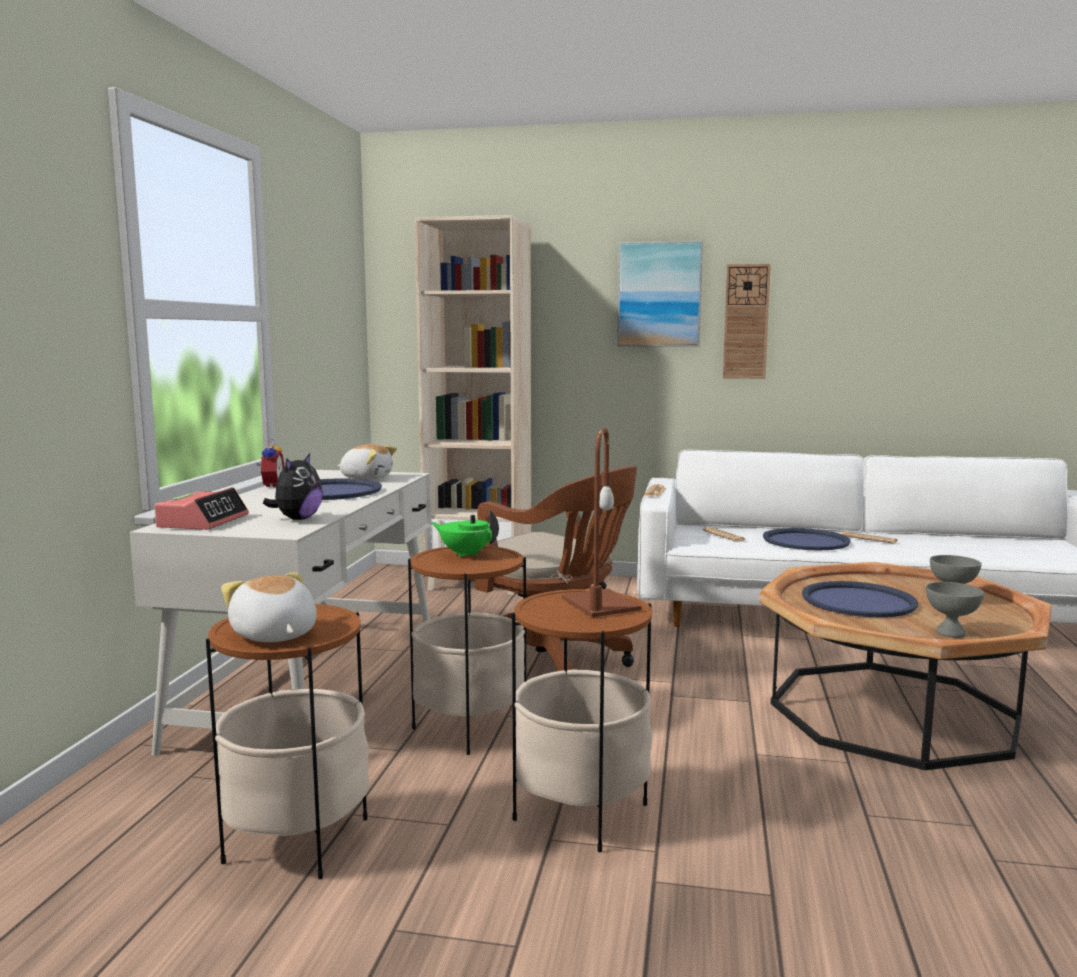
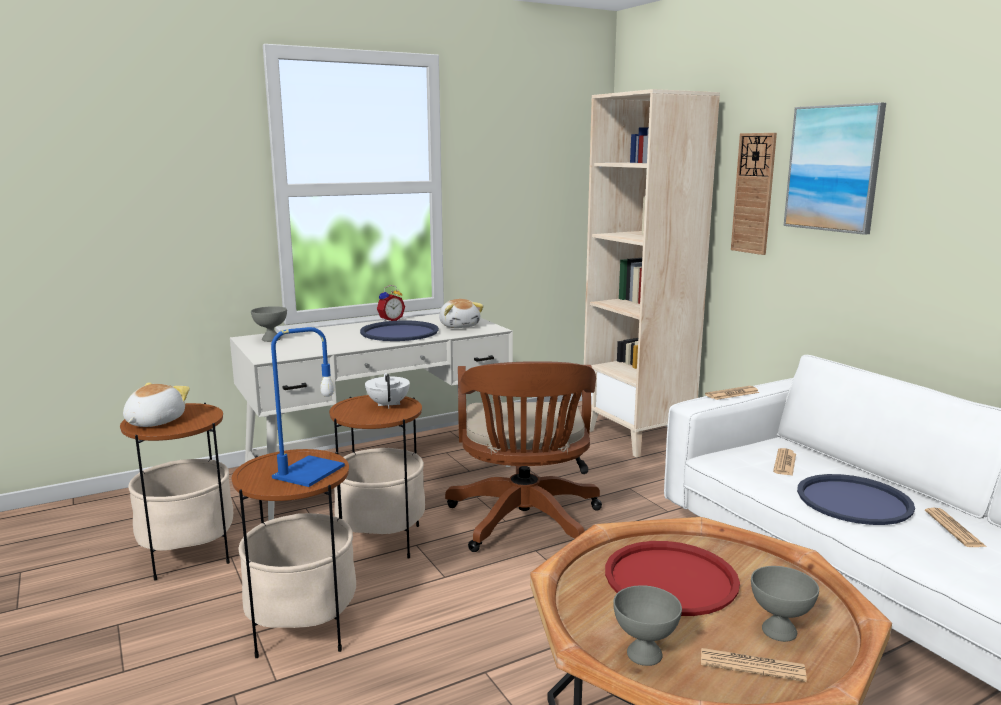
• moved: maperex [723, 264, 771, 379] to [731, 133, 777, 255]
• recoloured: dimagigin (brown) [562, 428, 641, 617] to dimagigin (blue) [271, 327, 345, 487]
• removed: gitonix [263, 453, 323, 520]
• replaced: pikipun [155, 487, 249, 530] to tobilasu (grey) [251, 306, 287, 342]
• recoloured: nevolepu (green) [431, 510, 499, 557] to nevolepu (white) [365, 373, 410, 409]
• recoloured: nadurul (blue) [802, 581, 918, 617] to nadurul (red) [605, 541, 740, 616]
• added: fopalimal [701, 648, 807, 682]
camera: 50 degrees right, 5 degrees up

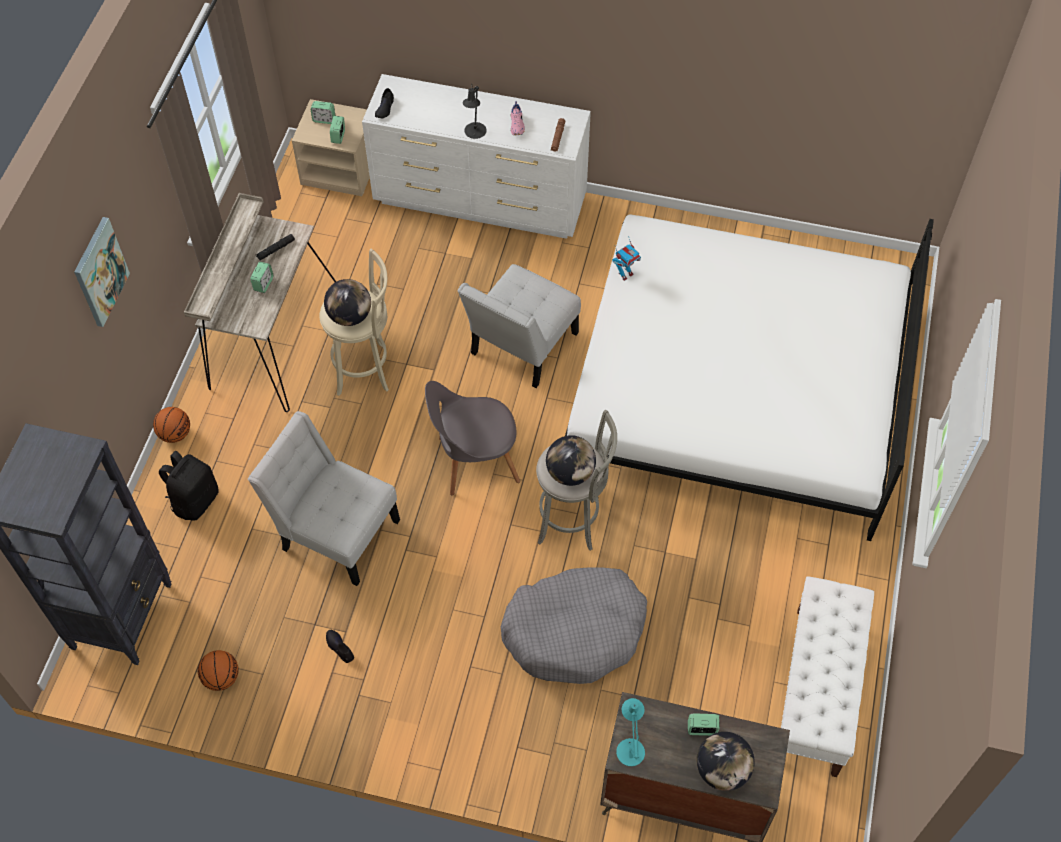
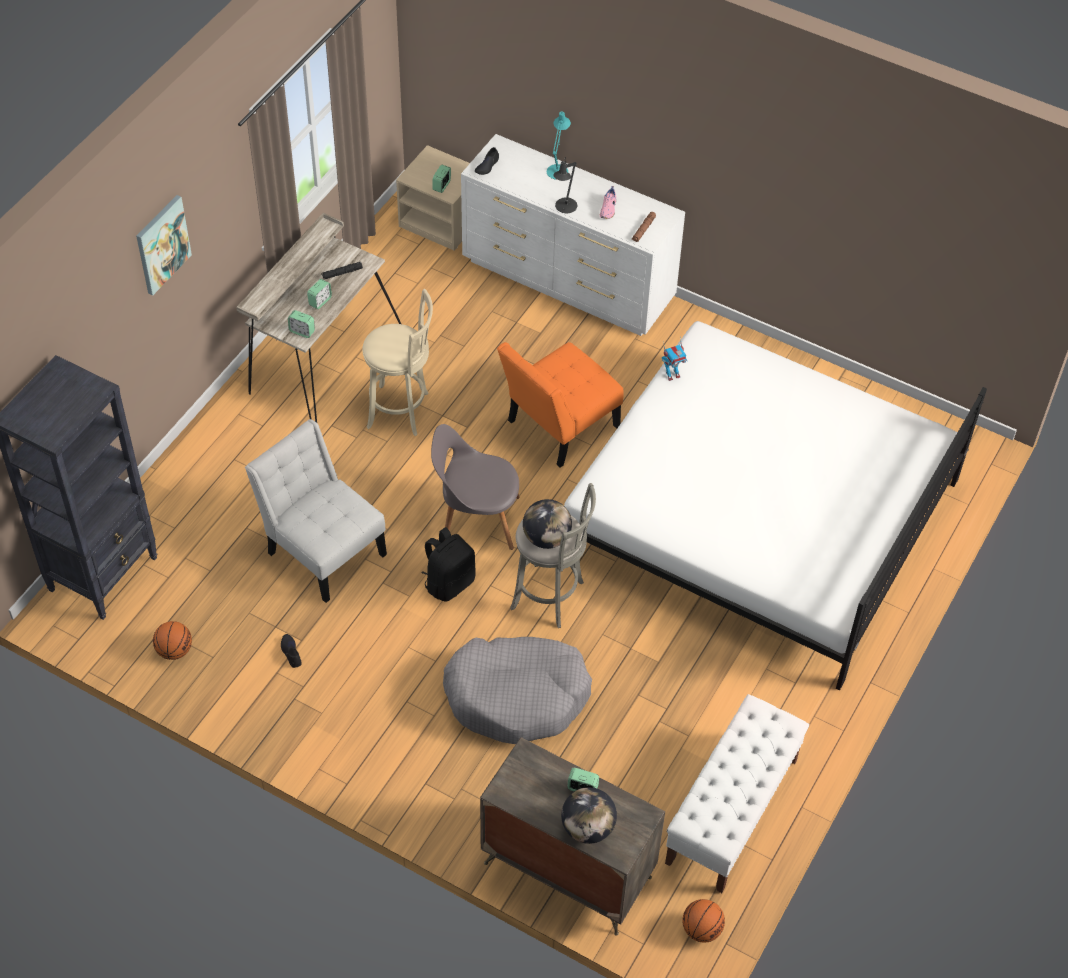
• moved: pikipun [311, 101, 335, 124] to [288, 310, 315, 338]
• recoloured: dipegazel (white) [458, 264, 581, 388] to dipegazel (orange) [497, 342, 624, 467]
• removed: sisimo [324, 279, 371, 326]
• moved: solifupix [153, 407, 190, 443] to [682, 899, 725, 942]
• moved: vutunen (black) [159, 451, 219, 520] to [421, 527, 476, 602]
• moved: dimagigin (turquoise) [616, 698, 645, 766] to [547, 111, 571, 180]
camera: 15 degrees right, 5 degrees down

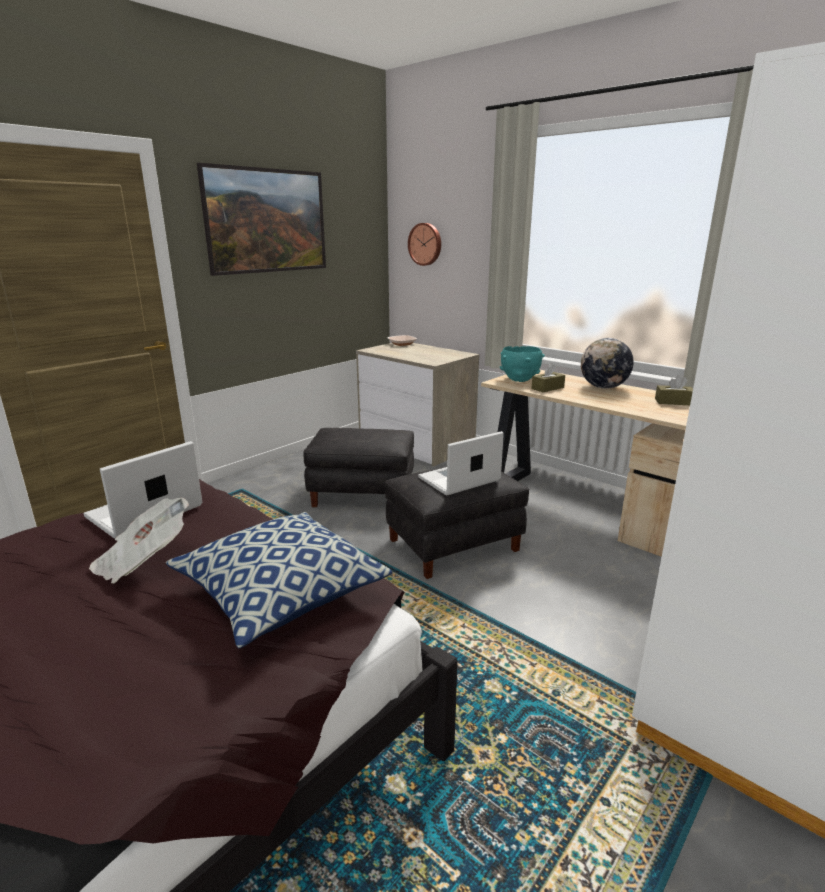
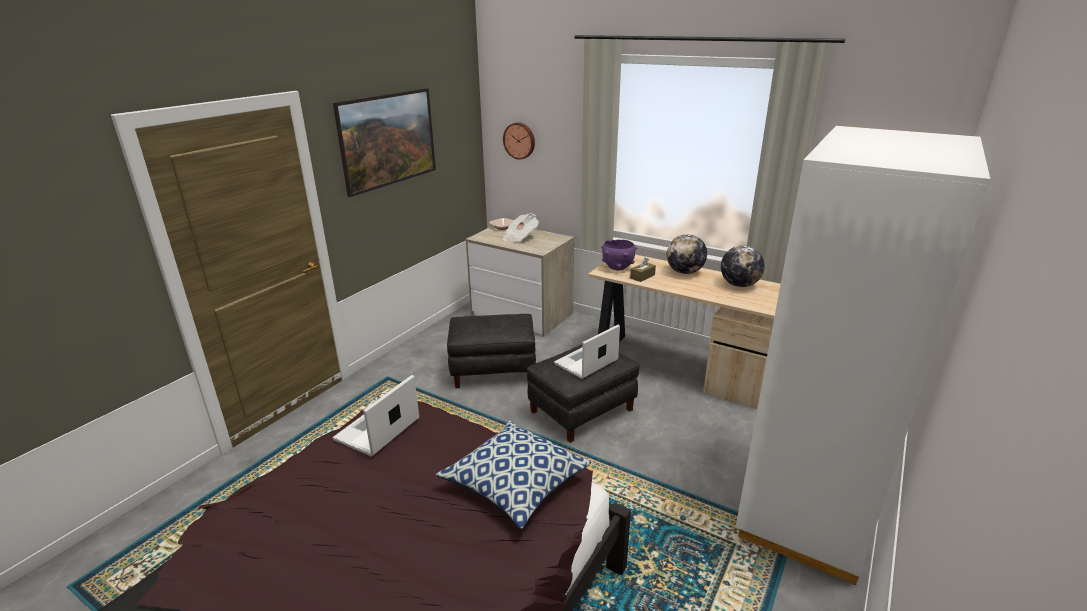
• recoloured: tobilasu (turquoise) [500, 346, 545, 382] to tobilasu (purple) [601, 240, 637, 271]
• replaced: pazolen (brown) [655, 375, 693, 405] to sisimo [721, 245, 765, 287]
• moved: fopalimal [89, 498, 189, 584] to [503, 213, 539, 242]
camera: 10 degrees left, 5 degrees up

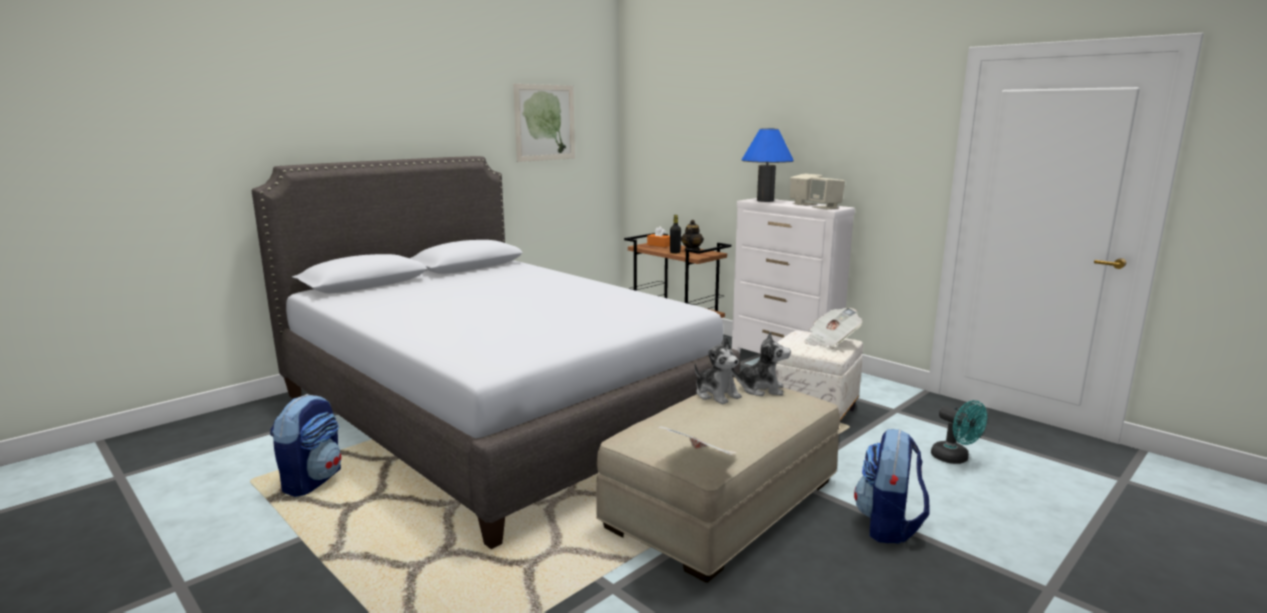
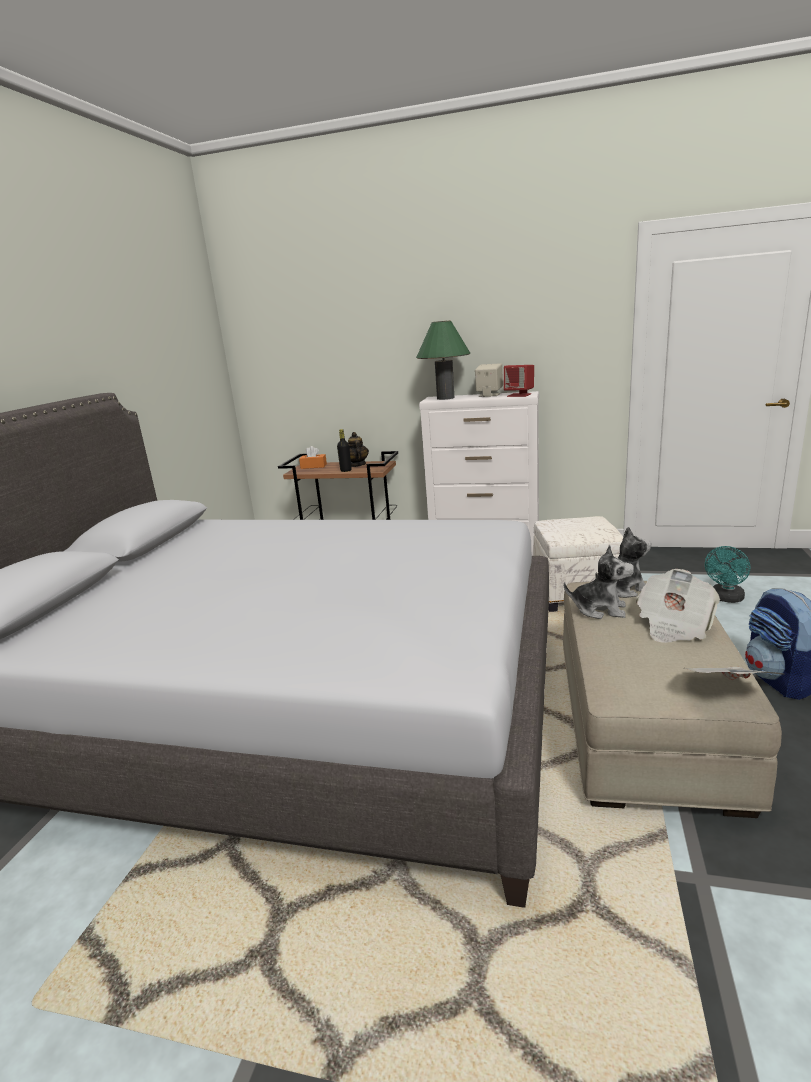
• removed: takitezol [513, 84, 575, 162]
• recoloured: dimagigin (blue) [742, 128, 794, 202] to dimagigin (green) [416, 320, 470, 400]
• recoloured: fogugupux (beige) [809, 177, 845, 210] to fogugupux (red) [504, 365, 534, 397]
• moved: fopalimal [804, 308, 862, 347] to [636, 569, 720, 643]
• removed: vutunen [270, 394, 341, 497]
• turned: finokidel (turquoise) [931, 400, 987, 464] = [705, 546, 750, 603] 105 degrees clockwise
camera: 30 degrees left, 5 degrees up

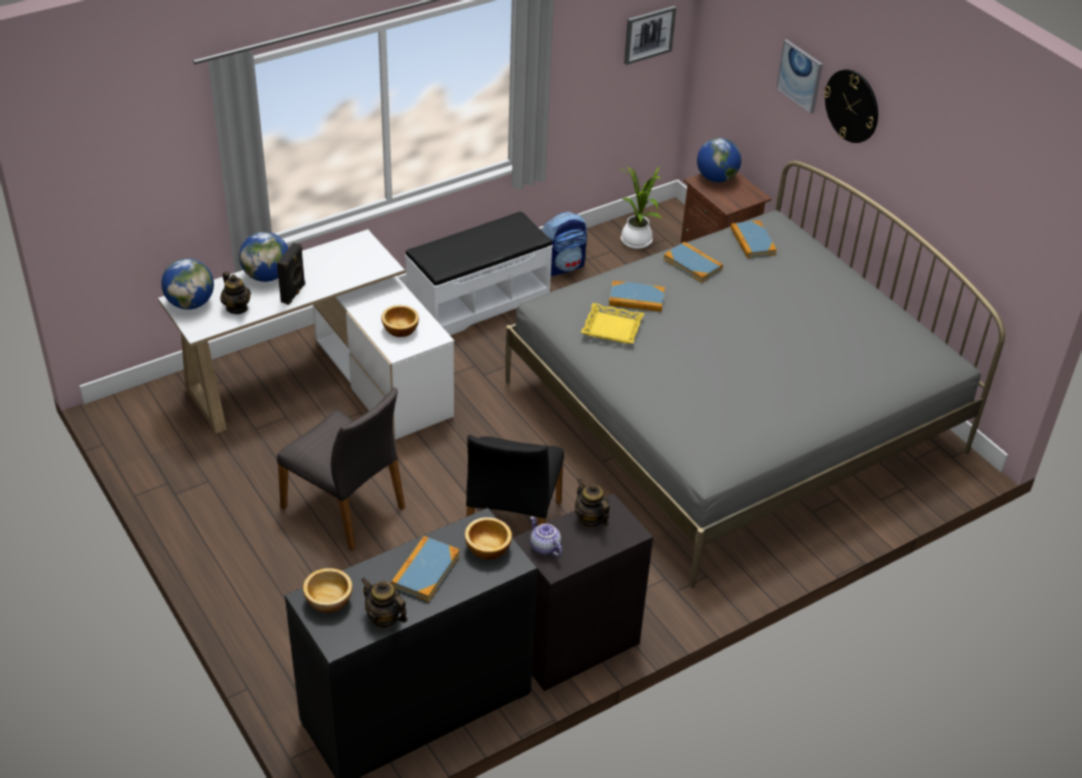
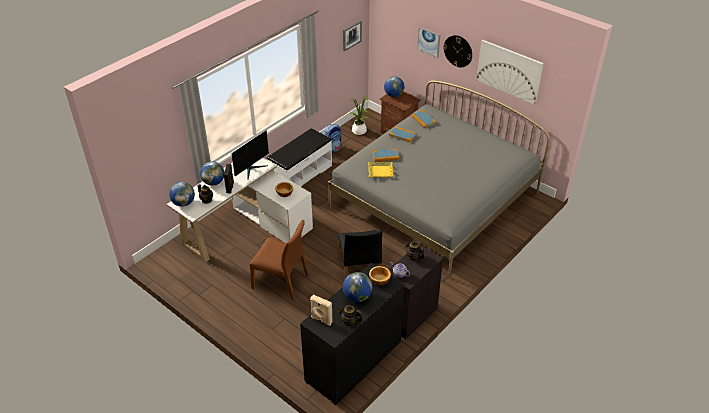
• recoloured: dipegazel (grey) [277, 387, 405, 551] to dipegazel (brown) [250, 220, 309, 300]
• replaced: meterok [391, 536, 460, 602] to sisimo [343, 272, 372, 302]
• replaced: tobilasu [303, 568, 352, 613] to fogugupux (beige) [310, 295, 333, 326]
• added: takitezol [476, 40, 543, 104]
• added: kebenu [231, 131, 269, 180]
camera: 15 degrees left, 0 degrees up

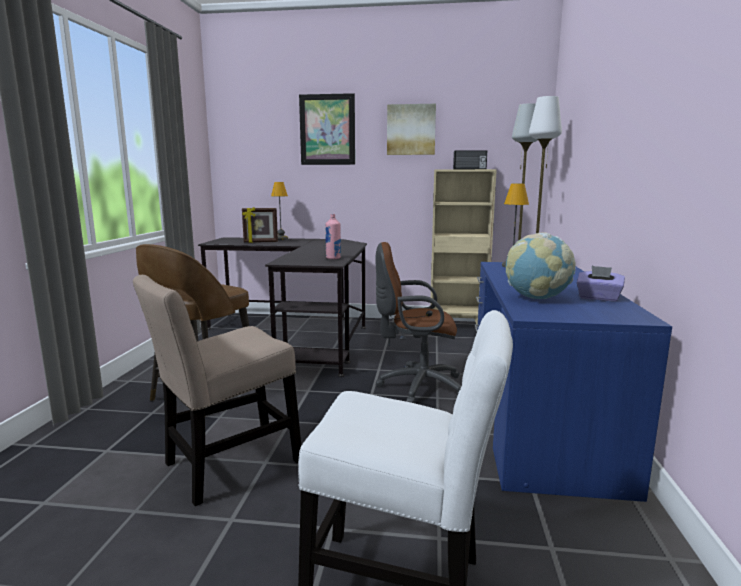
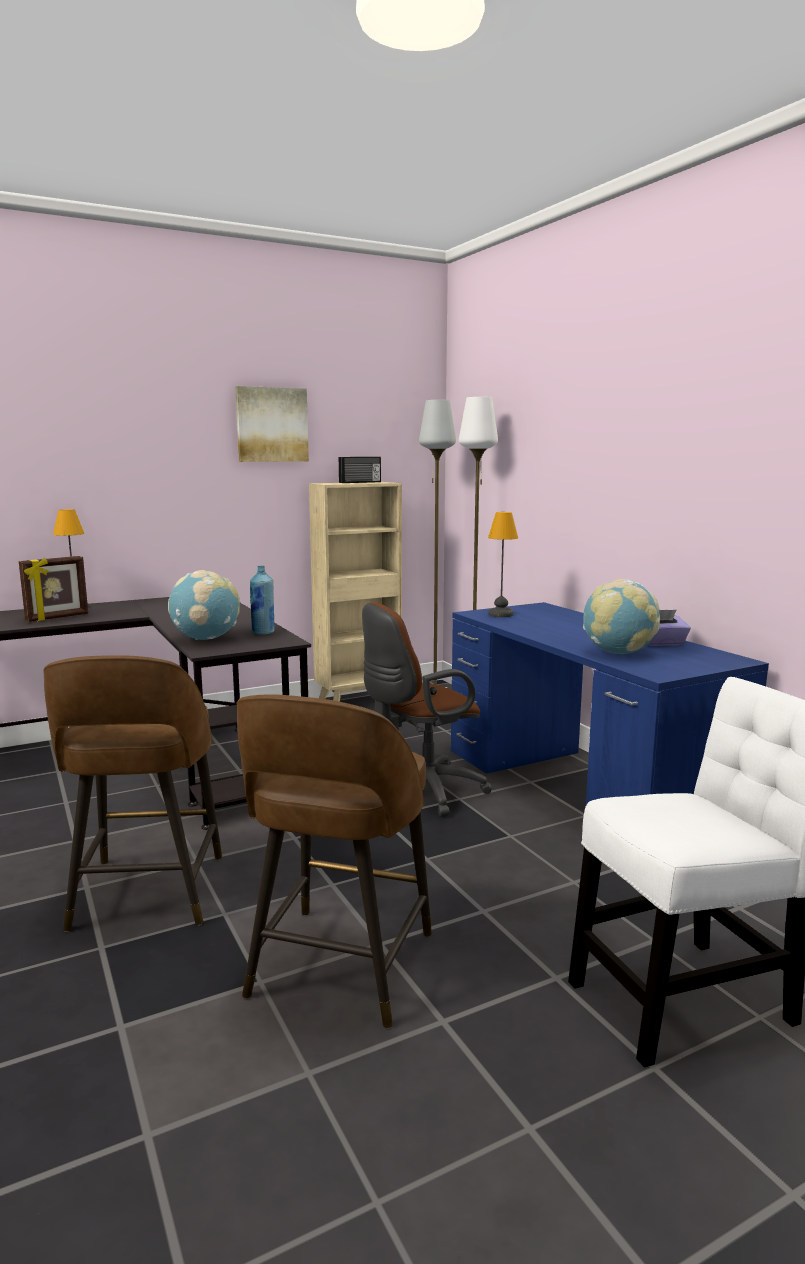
• removed: takitezol [299, 93, 355, 165]
• recoloured: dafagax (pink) [325, 214, 341, 259] to dafagax (blue) [250, 566, 275, 635]
• replaced: dipegazel (beige) [133, 275, 301, 506] to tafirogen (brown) [236, 694, 432, 1028]
• added: sisimo [168, 570, 240, 640]
camera: 35 degrees left, 0 degrees up

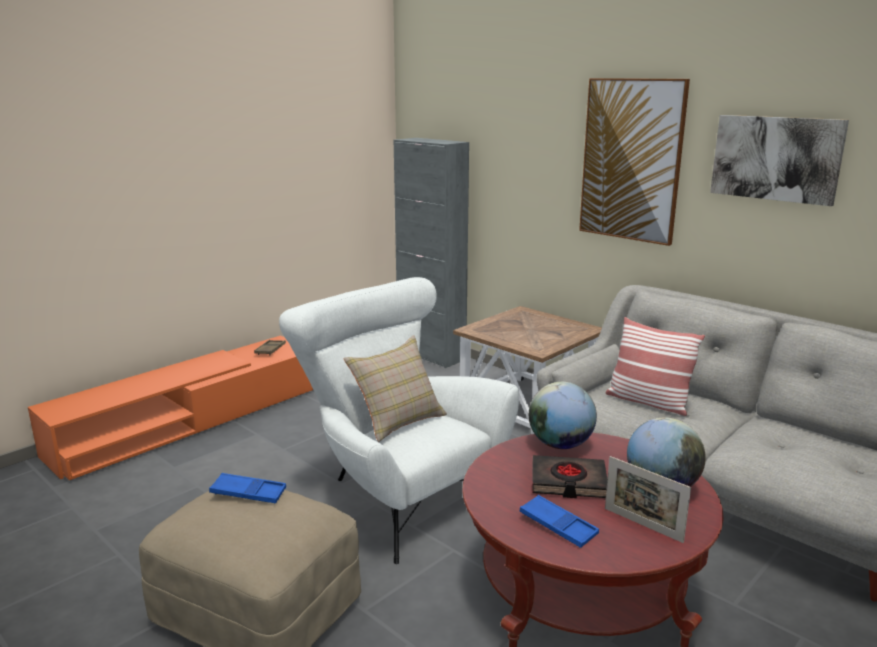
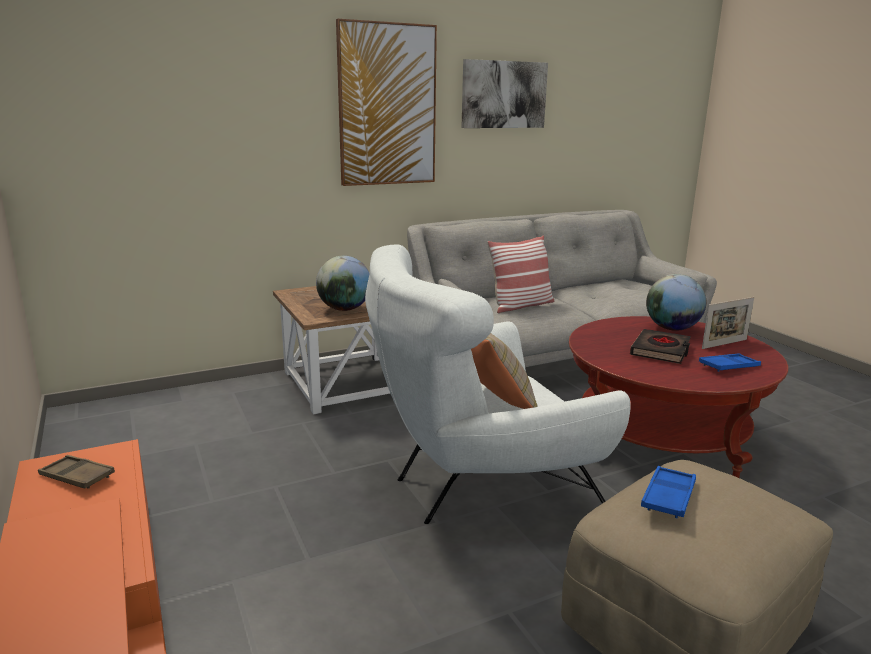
• removed: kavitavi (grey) [394, 138, 469, 368]
• moved: sisimo [529, 382, 597, 449] to [316, 256, 370, 311]
camera: 70 degrees left, 0 degrees up

